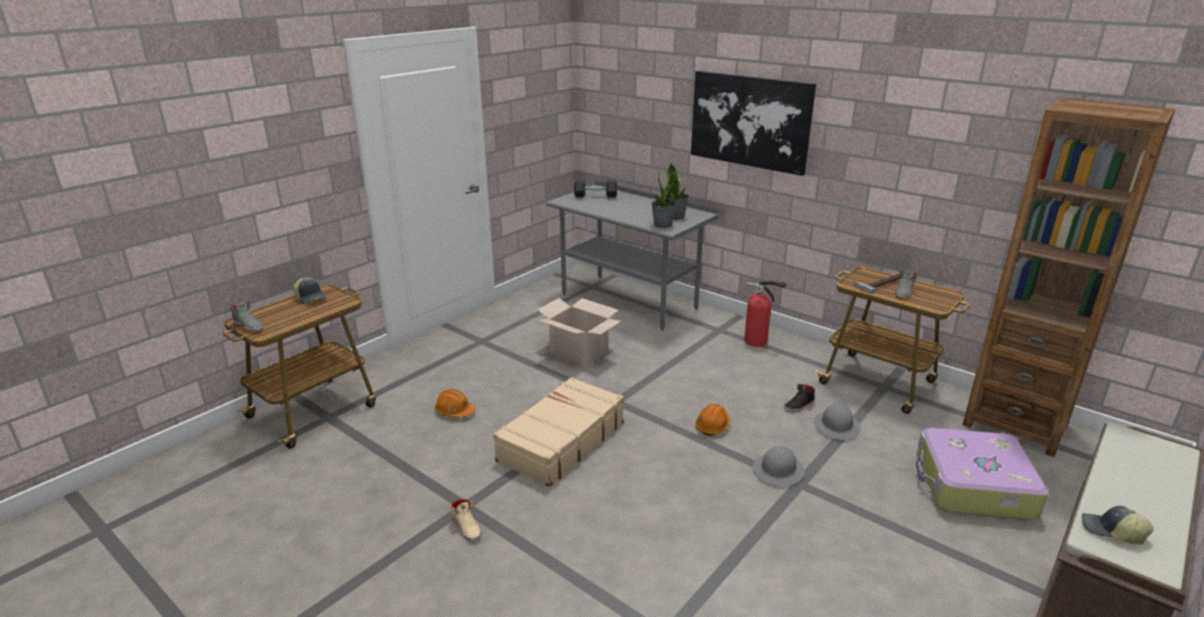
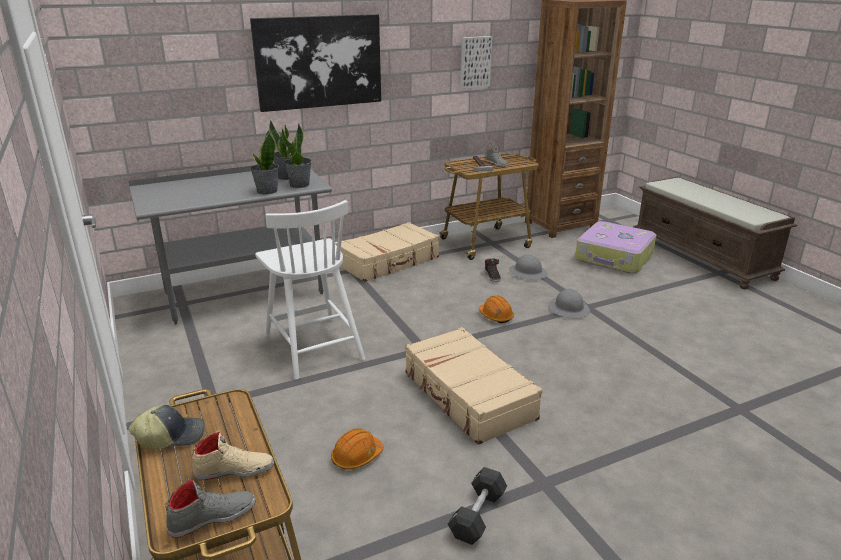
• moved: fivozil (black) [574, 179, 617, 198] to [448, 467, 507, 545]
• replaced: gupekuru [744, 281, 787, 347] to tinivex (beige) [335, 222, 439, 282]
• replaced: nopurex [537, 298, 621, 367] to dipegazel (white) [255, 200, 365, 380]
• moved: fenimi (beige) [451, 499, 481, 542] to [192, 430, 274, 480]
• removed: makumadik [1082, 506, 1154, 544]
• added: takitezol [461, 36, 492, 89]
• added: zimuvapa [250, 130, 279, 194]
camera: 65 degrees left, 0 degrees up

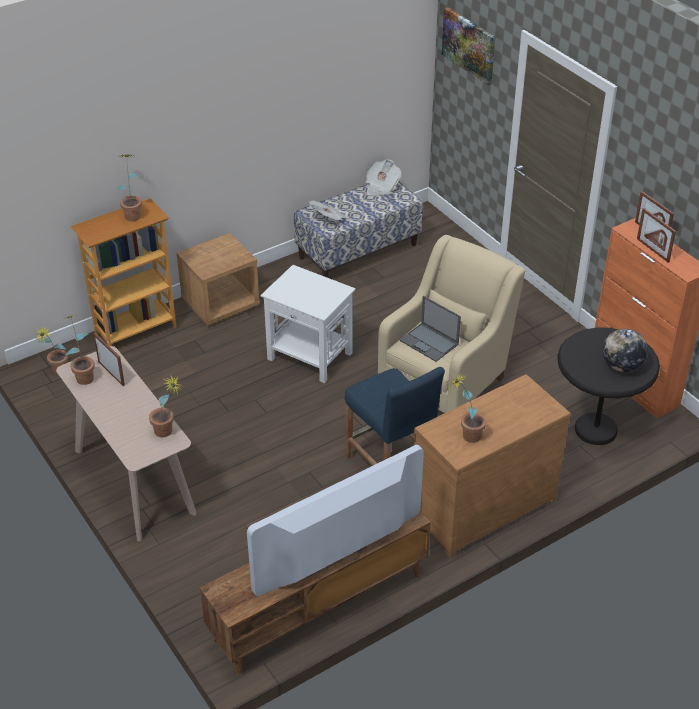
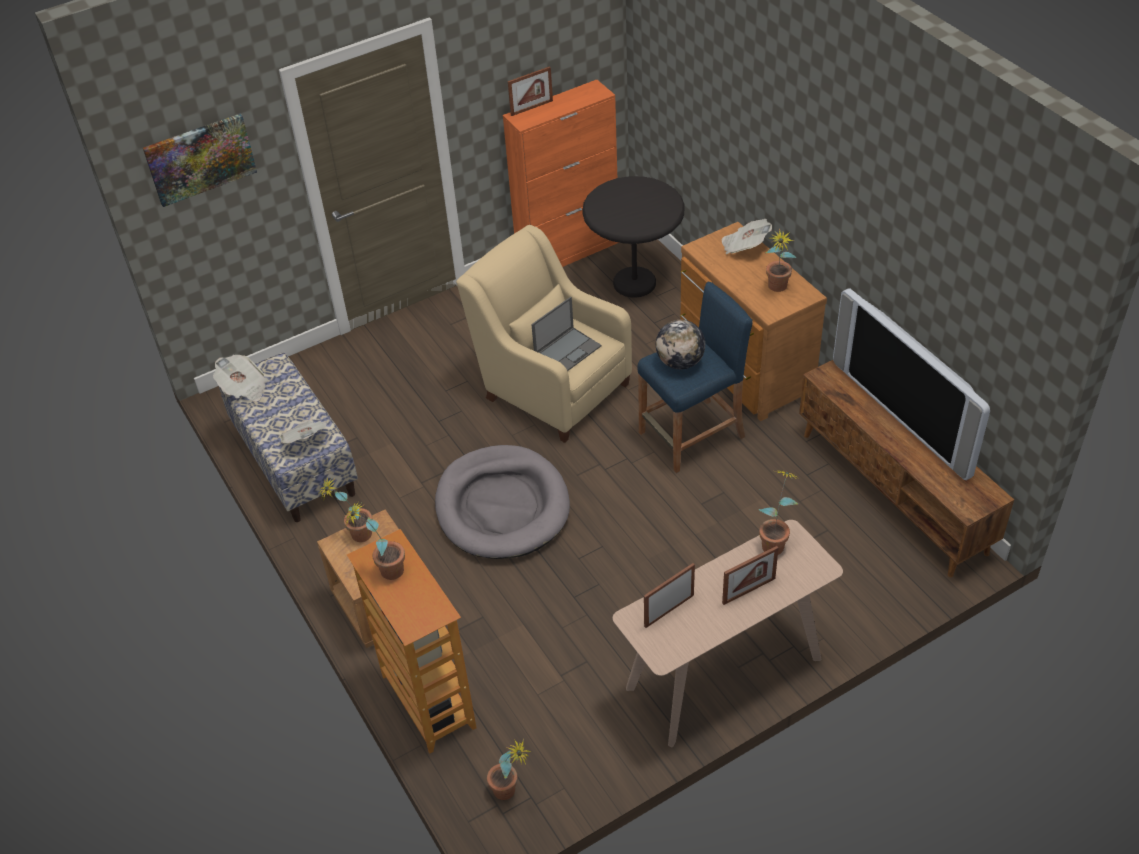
• moved: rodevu [637, 208, 676, 263] to [722, 546, 779, 605]
• replaced: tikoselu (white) [261, 265, 356, 383] to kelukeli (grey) [435, 445, 570, 559]
• moved: zimuvapa [65, 315, 95, 385] to [319, 477, 372, 542]
• moved: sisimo [603, 329, 647, 373] to [656, 320, 705, 370]
• added: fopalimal [722, 219, 772, 254]
camera: 85 degrees left, 5 degrees up

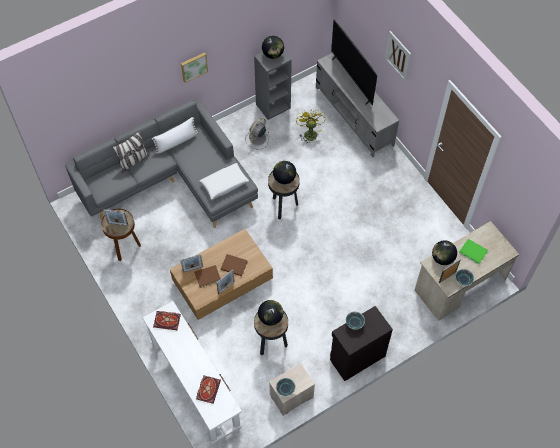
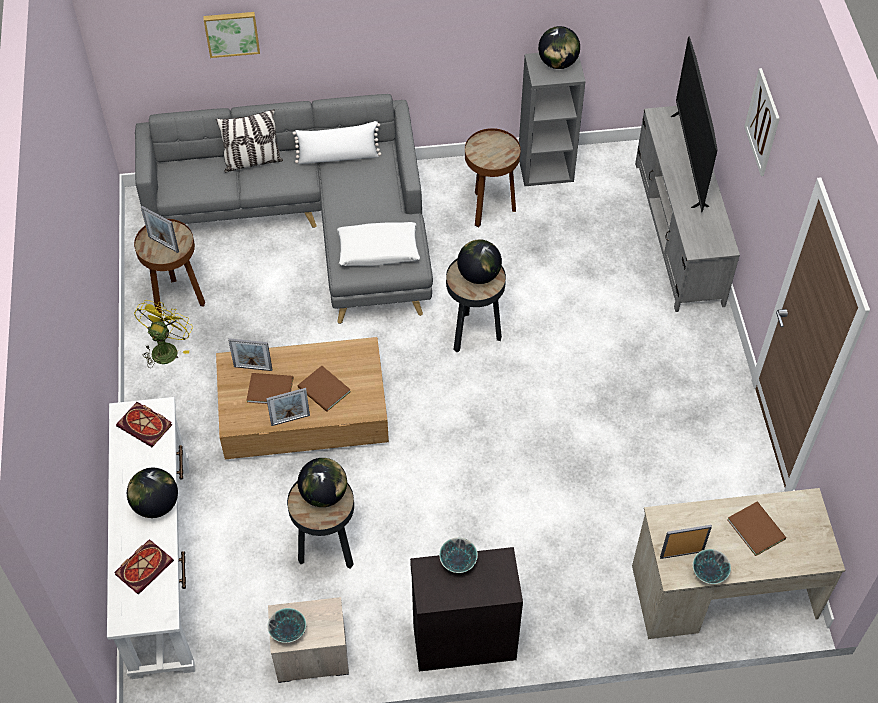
• moved: takitezol [181, 52, 208, 83] to [203, 12, 260, 58]
• moved: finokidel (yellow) [296, 109, 326, 144] to [134, 300, 193, 368]
• replaced: finokidel (grey) [245, 118, 270, 150] to tikoselu (brown) [465, 128, 521, 227]
• recoloured: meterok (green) [459, 239, 488, 264] to meterok (brown) [727, 502, 786, 556]
• moved: sisimo [432, 240, 457, 265] to [127, 468, 178, 518]
camera: 25 degrees right, 5 degrees down

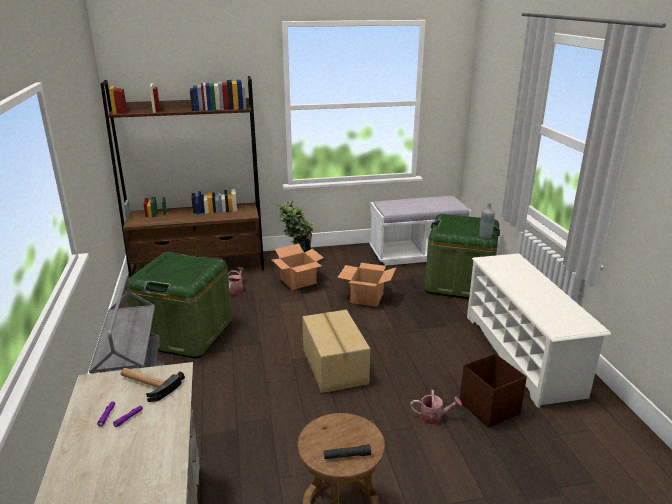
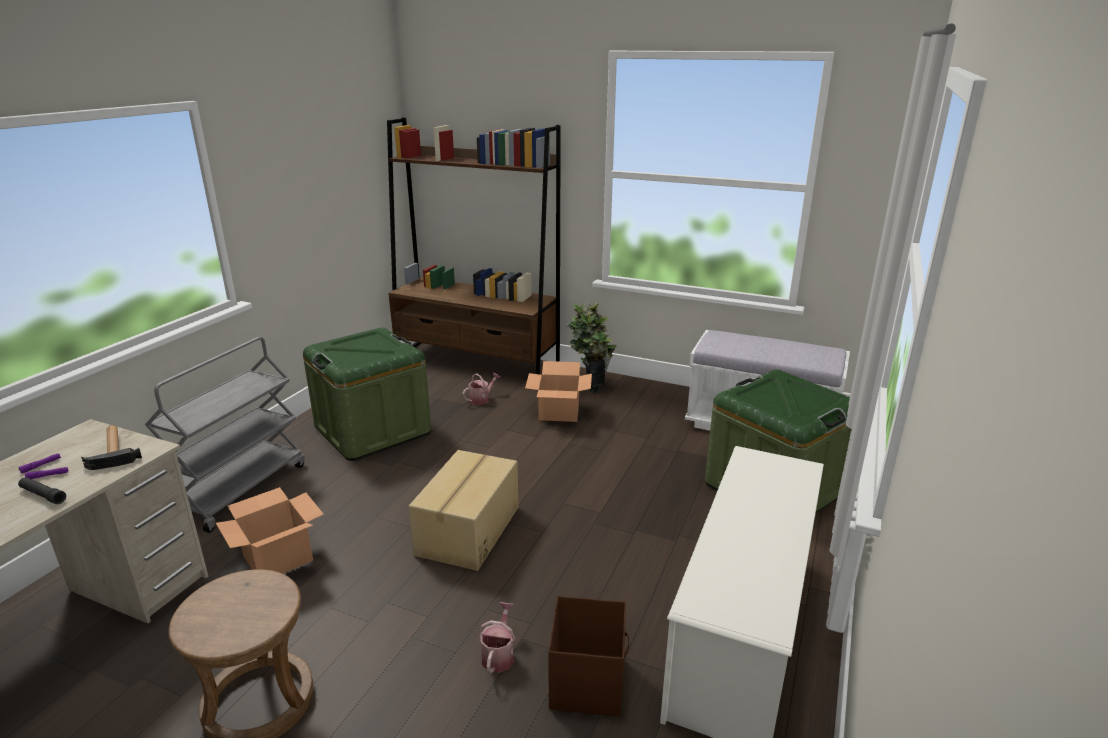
• removed: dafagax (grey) [479, 203, 495, 239]
• moved: nopurex [338, 263, 396, 307] to [216, 487, 324, 574]
• turned: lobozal [411, 390, 462, 425] = [478, 602, 516, 674] 120 degrees counterclockwise
• moved: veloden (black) [324, 444, 371, 459] to [18, 477, 66, 504]
camera: 35 degrees right, 0 degrees up

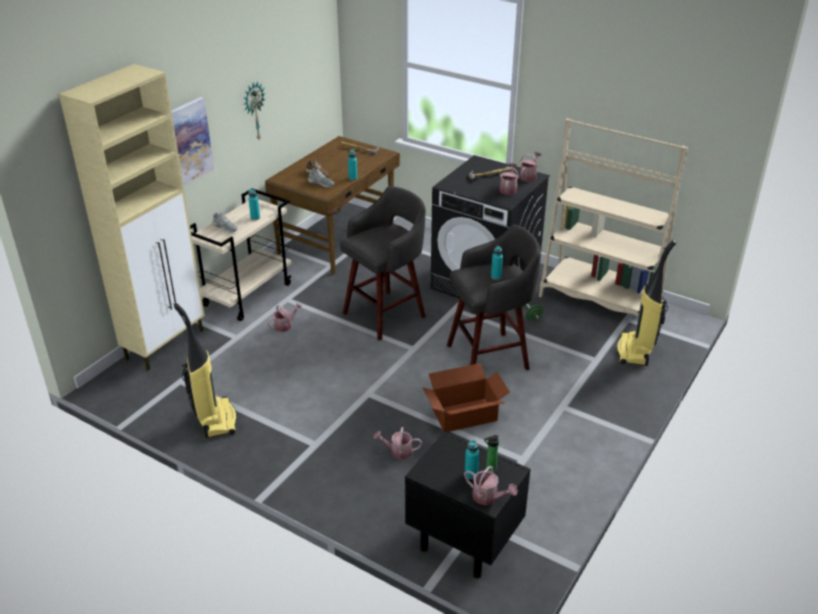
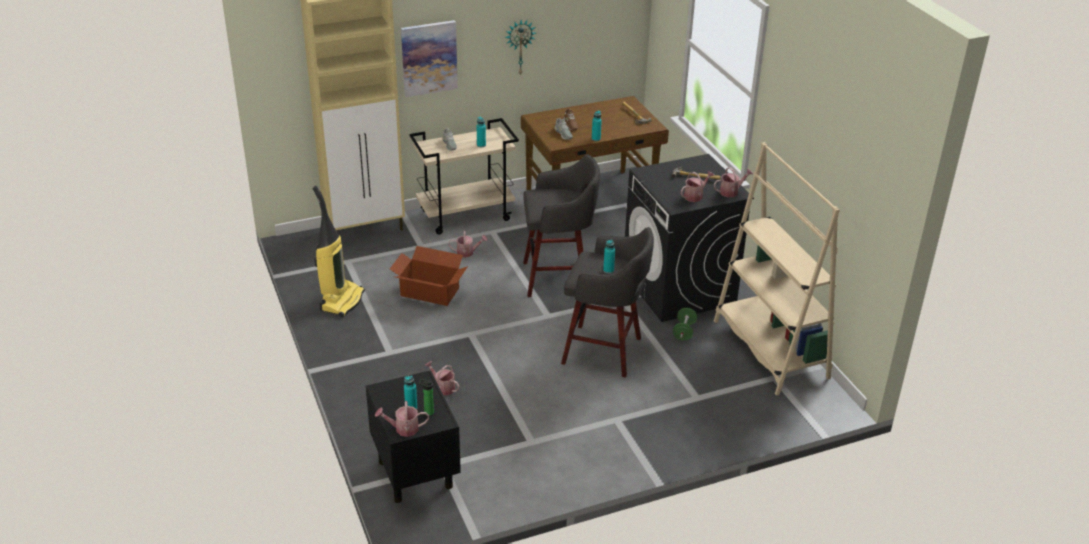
• removed: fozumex [616, 240, 677, 366]
• moved: nopurex [422, 363, 510, 432] to [390, 246, 468, 306]
• turned: lobozal [464, 466, 518, 505] = [375, 401, 429, 437] 105 degrees clockwise
camera: 35 degrees right, 0 degrees up

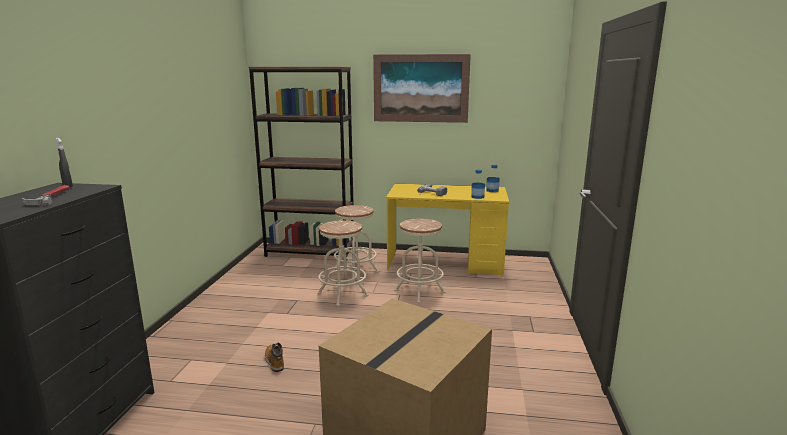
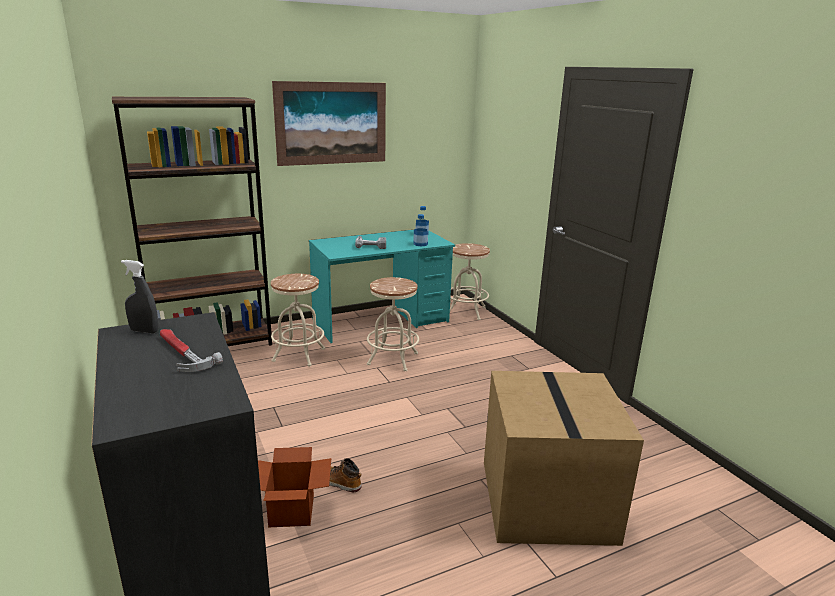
• recoloured: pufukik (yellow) [386, 184, 509, 276] to pufukik (turquoise) [309, 230, 455, 343]
• moved: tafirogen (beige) [318, 220, 369, 306] to [450, 243, 490, 320]
• added: nopurex [258, 447, 331, 527]
camera: 35 degrees left, 5 degrees up

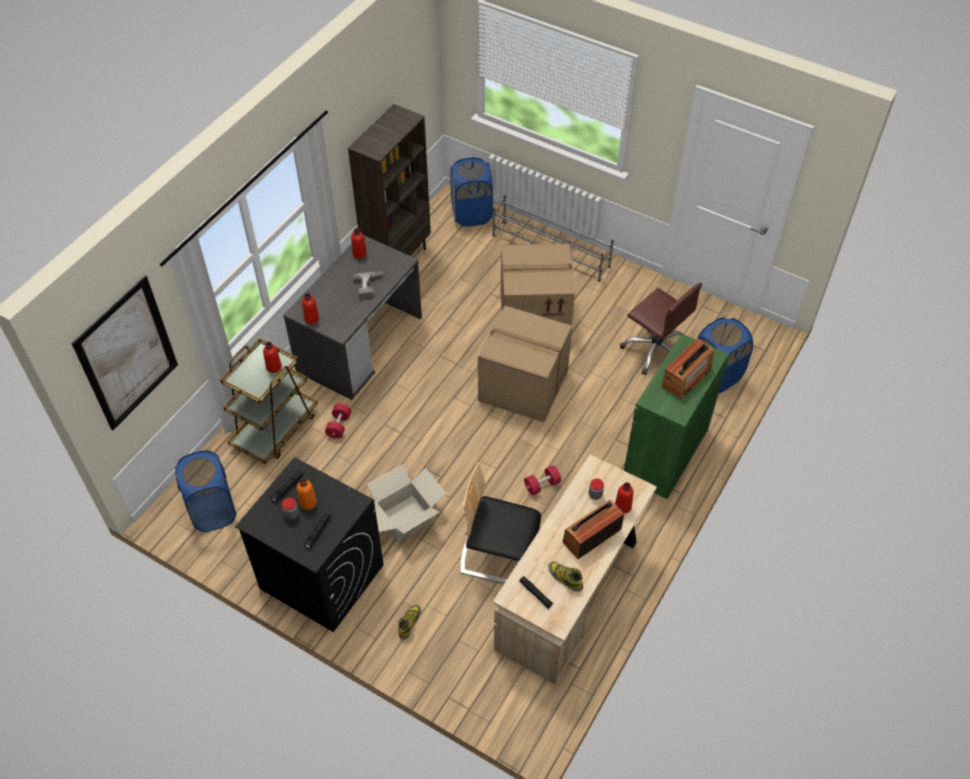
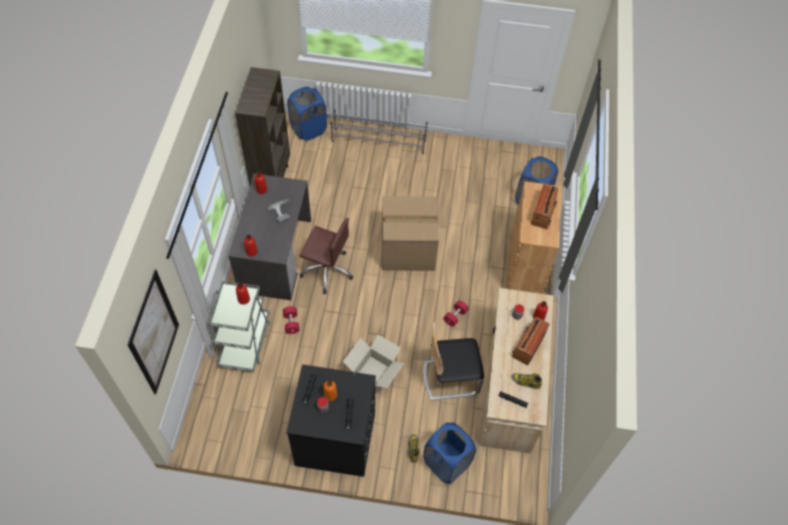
• removed: nopurex [501, 243, 575, 326]
• moved: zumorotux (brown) [620, 283, 702, 375] to [299, 218, 353, 294]
• recoloured: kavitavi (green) [624, 334, 729, 499] to kavitavi (brown) [506, 181, 562, 294]
• recoloured: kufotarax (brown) [220, 338, 318, 464] to kufotarax (grey) [209, 281, 270, 372]
• moved: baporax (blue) [175, 450, 237, 532] to [423, 422, 476, 484]
camera: 25 degrees left, 5 degrees up

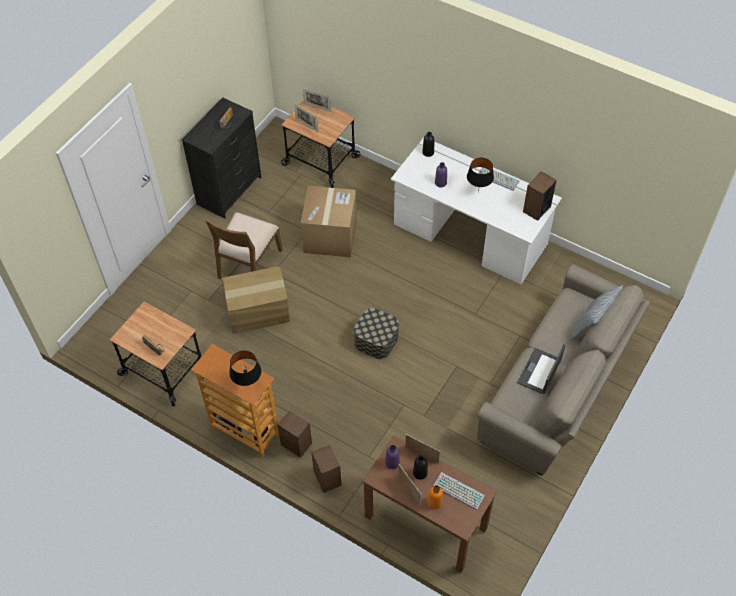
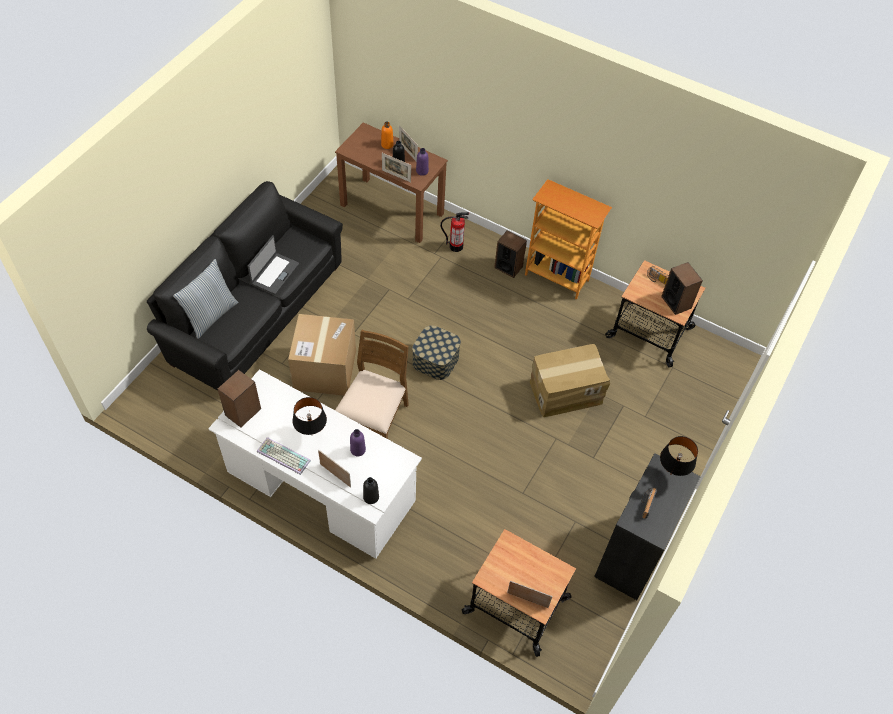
• moved: rodevu [294, 104, 318, 133] to [318, 449, 351, 488]
• moved: nopurex [301, 186, 357, 257] to [288, 314, 356, 396]
• moved: dipegazel (brown) [206, 212, 282, 279] to [335, 330, 409, 439]
• recoloured: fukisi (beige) [477, 264, 650, 476] to fukisi (black) [147, 181, 343, 391]
• moved: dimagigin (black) [229, 351, 261, 387] to [660, 436, 698, 476]
• moved: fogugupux [311, 445, 341, 493] to [661, 262, 703, 315]
• removed: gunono [433, 472, 485, 510]
• added: gupekuru [440, 212, 469, 252]
camera: 175 degrees right, 0 degrees up

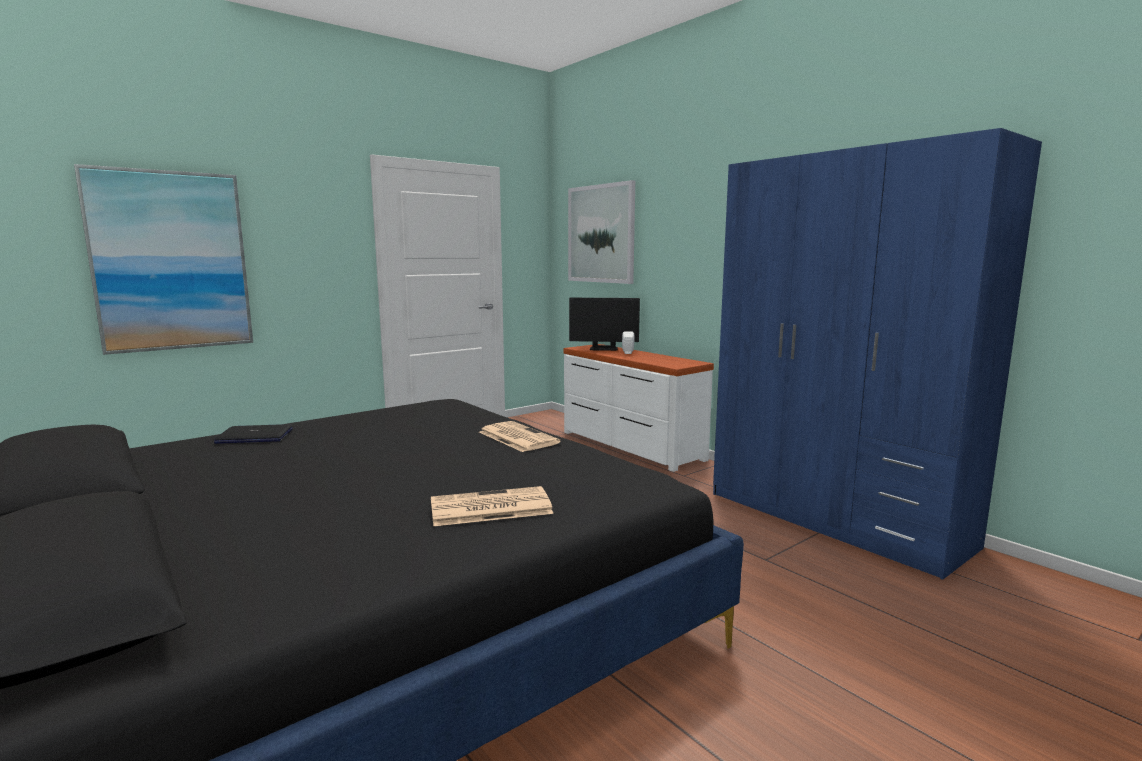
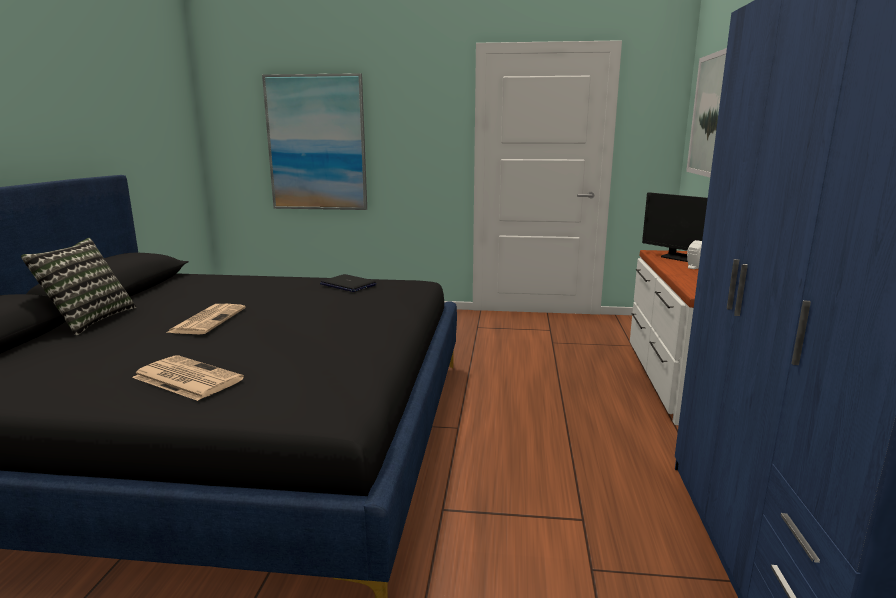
• moved: fopalimal [479, 421, 560, 452] to [166, 304, 246, 334]
• moved: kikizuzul [214, 424, 293, 444] to [320, 274, 377, 292]
• added: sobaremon [21, 238, 136, 336]
camera: 45 degrees right, 5 degrees up

